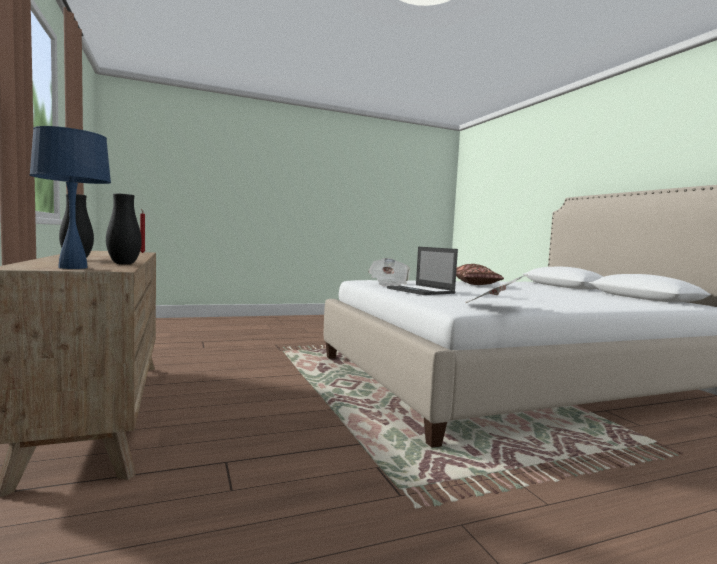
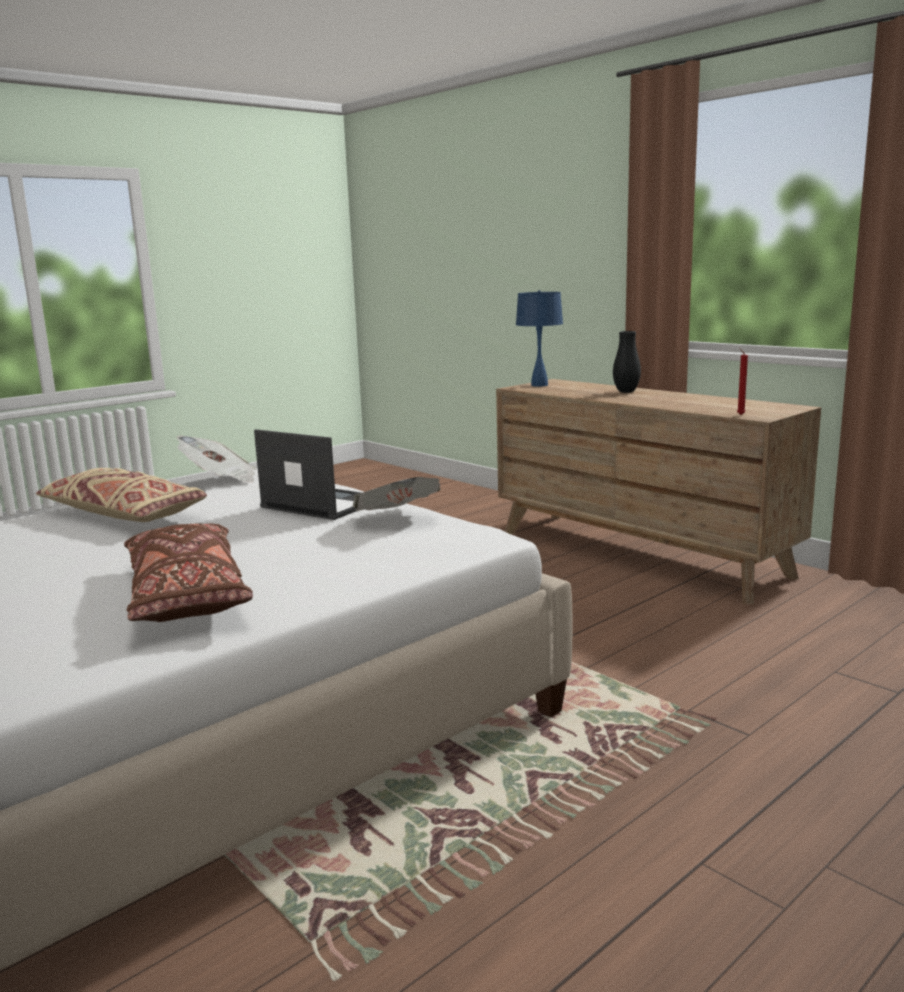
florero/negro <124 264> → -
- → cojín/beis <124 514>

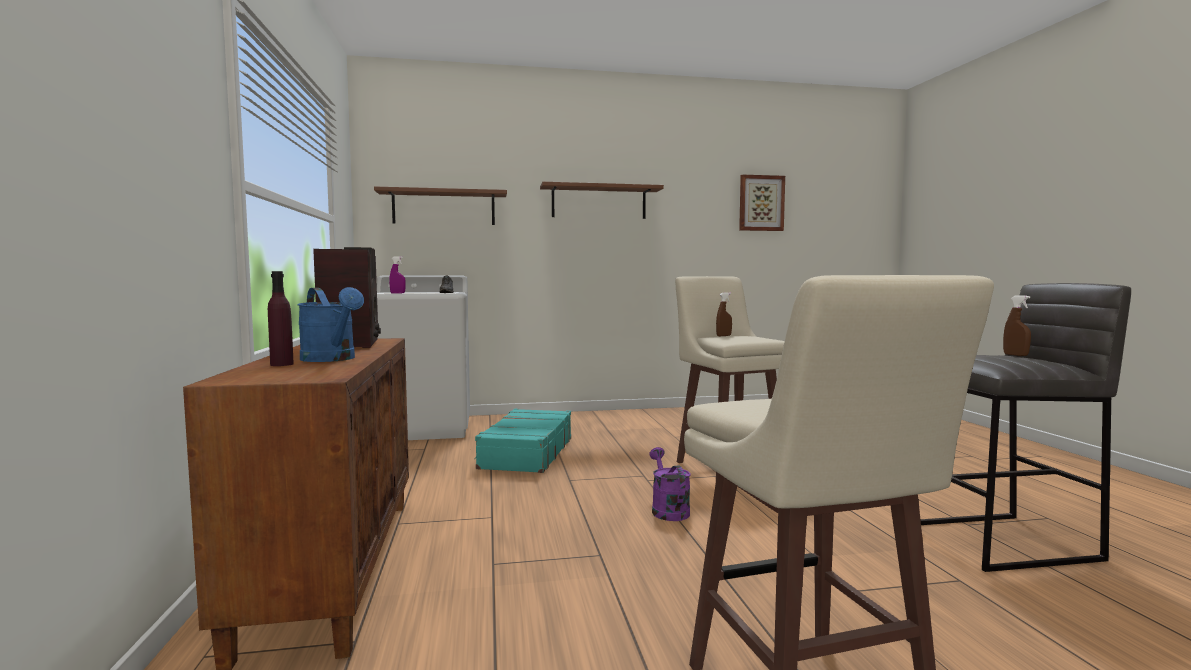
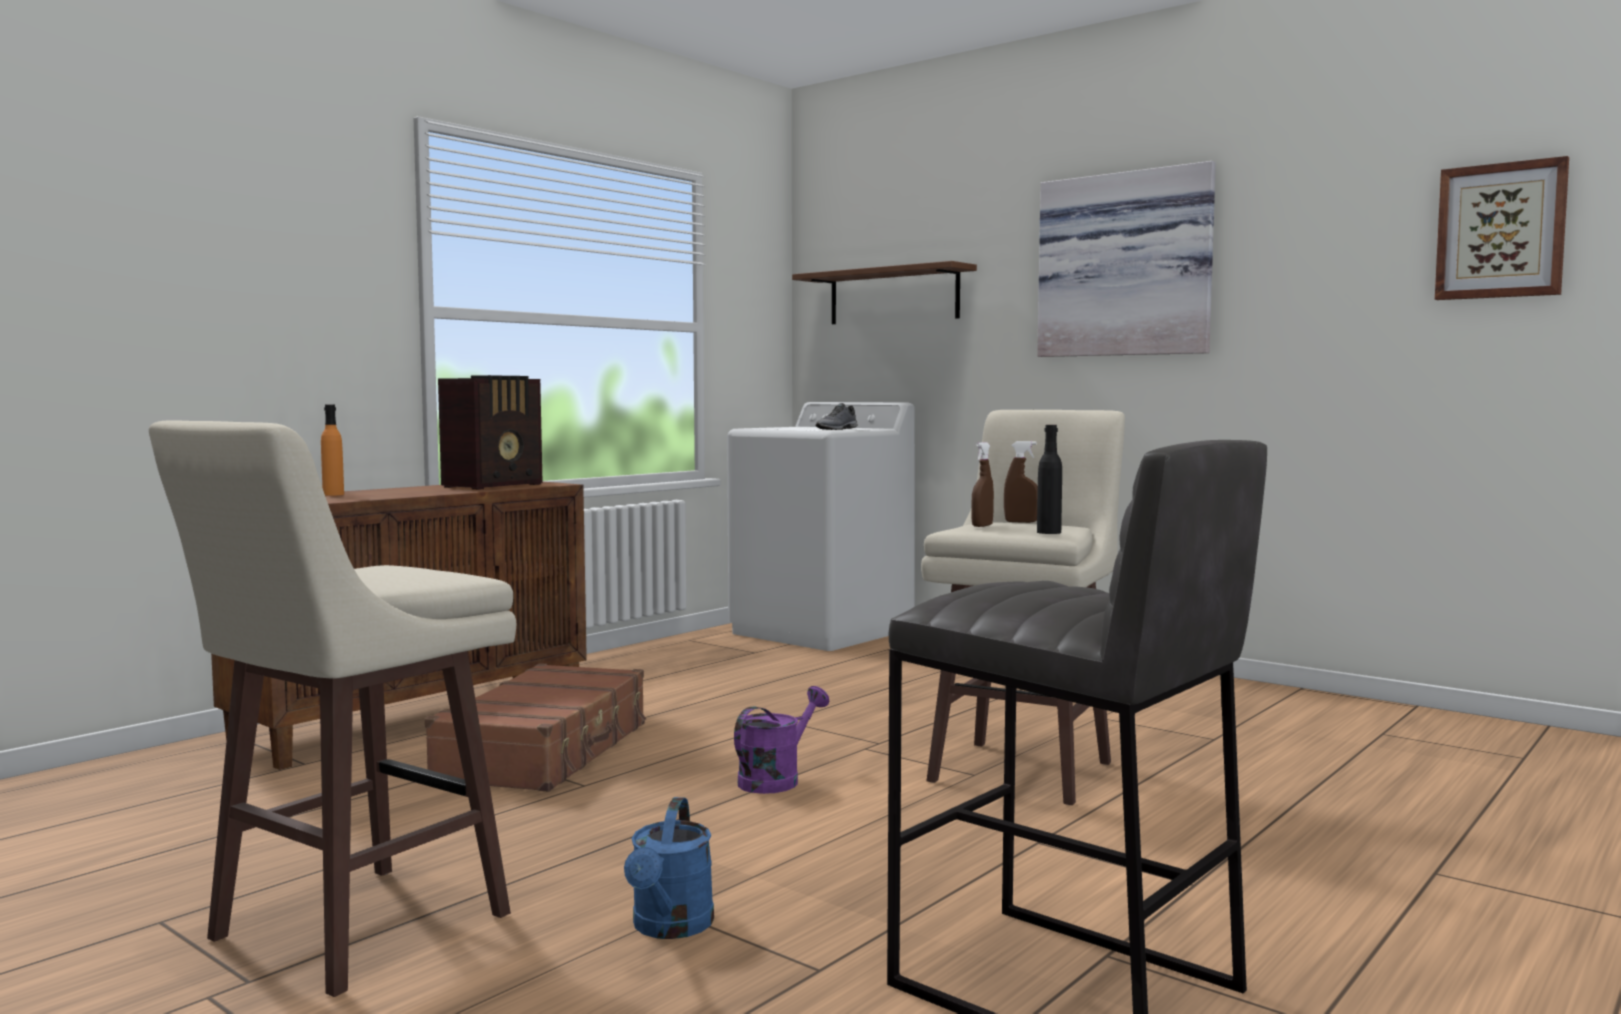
botella/morado <282 364> → botella/naranja <333 494>
regadera/azul <332 359> → regadera/azul <670 928>, move
pulverizador/morado <397 293> → -
maleta/turquesa <526 453> → -
estante/marrón <599 202> → cuadro <1126 265>
pulverizador/marrón <1015 355> → pulverizador/marrón <982 526>, move
- → maleta/marrón <546 751>
- → botella/negro <1049 532>

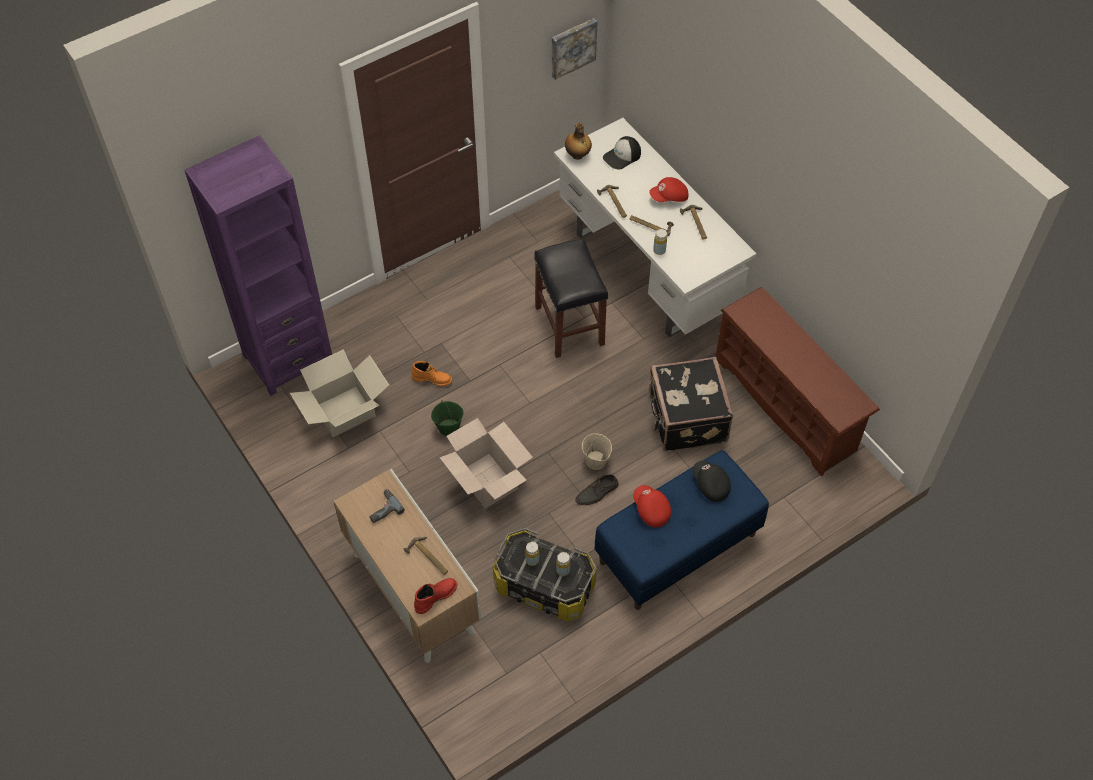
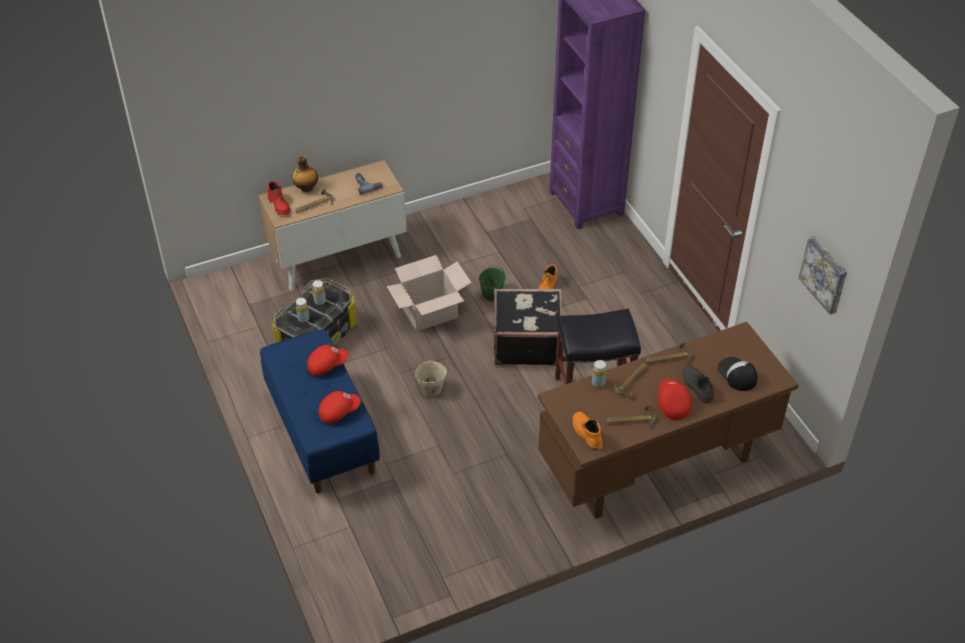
caja de cartón <344 411> → -
escritorio/blanco <647 271> → escritorio/marrón <656 466>
botella <577 155> → botella <306 188>, move
zapato/gris <597 493> → zapato/gris <696 386>, move
maleta/negro <685 419> → maleta/negro <526 343>, move
gorra/negro <710 485> → gorra/rojo <339 411>
zapatero/marrón <787 404> → -
- → bota/naranja <586 433>

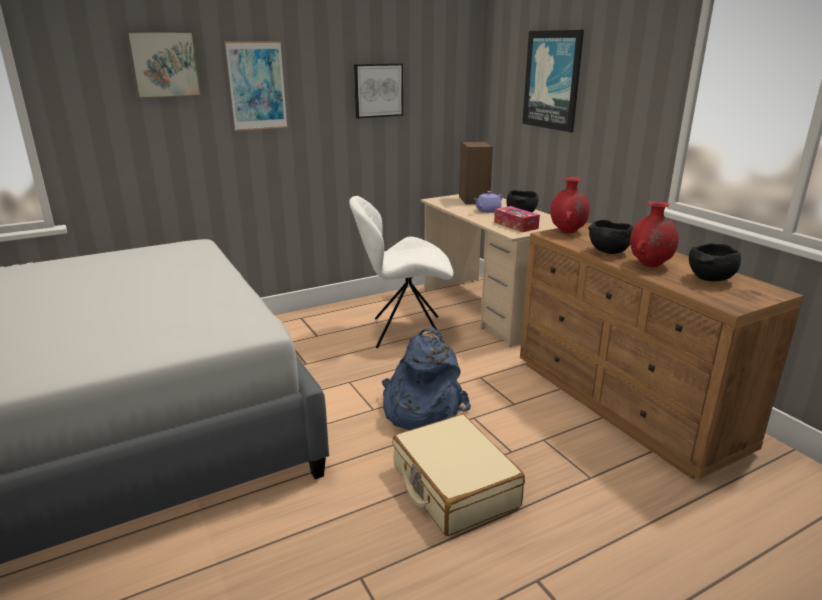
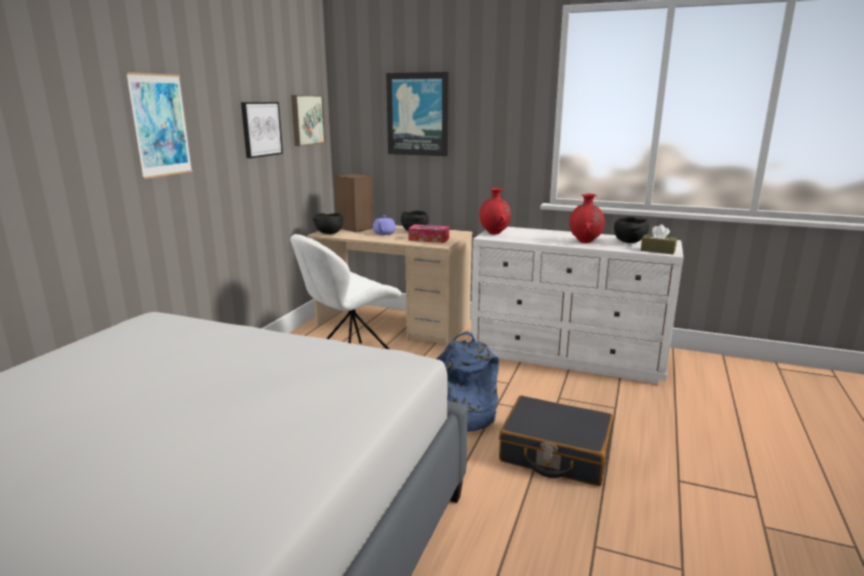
cuadro <164 64> → cuadro <306 120>, move
maleta/beis <454 486> → maleta/negro <555 453>
cómoda/marrón <625 404> → cómoda/blanco <568 356>
cuenco/negro <607 252> → cuenco/negro <329 233>, move
- → caja de pañuelos/marrón <657 250>

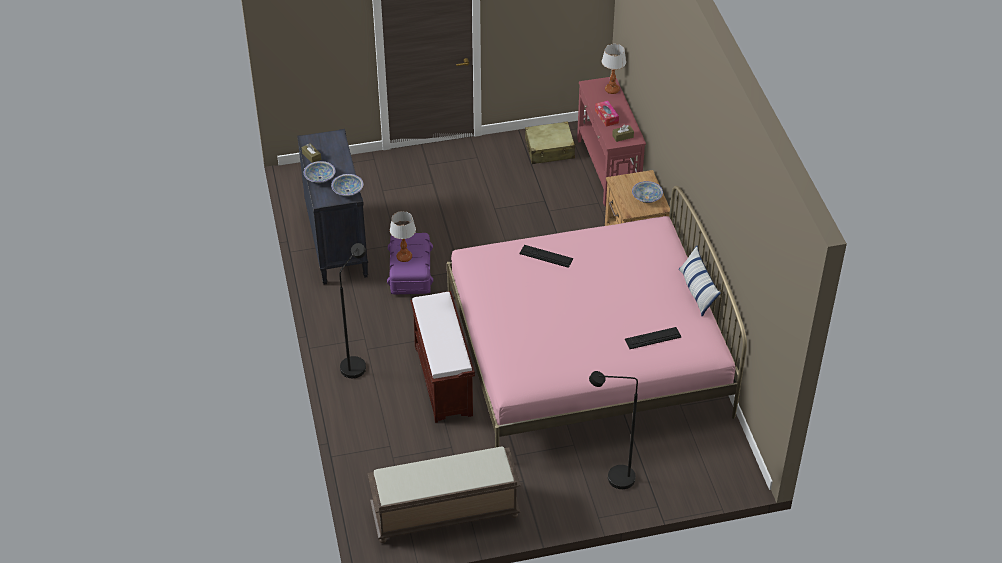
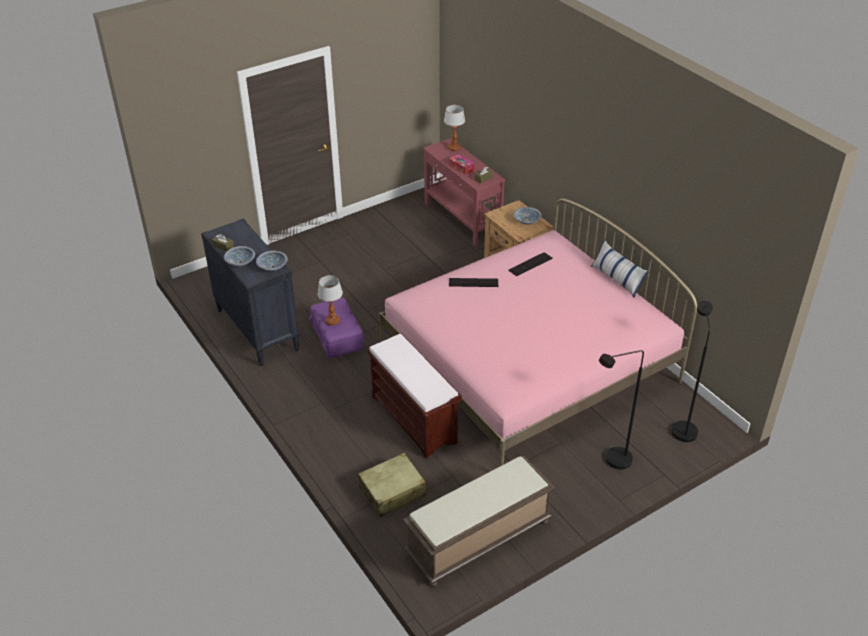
lámpara de pie/negro <356 363> → lámpara de pie/negro <683 427>, move
maleta/beis <550 150> → maleta/beis <393 491>, move
teclado <653 338> → teclado <530 264>, move

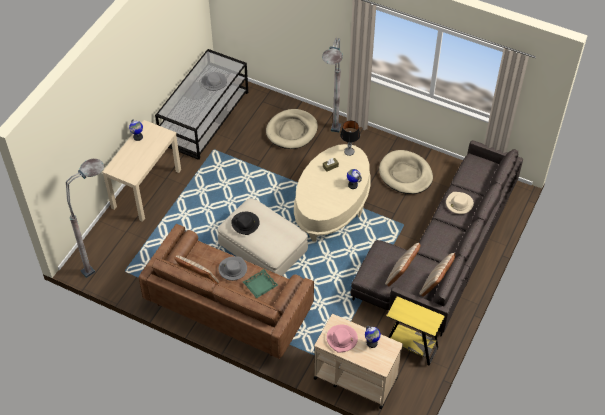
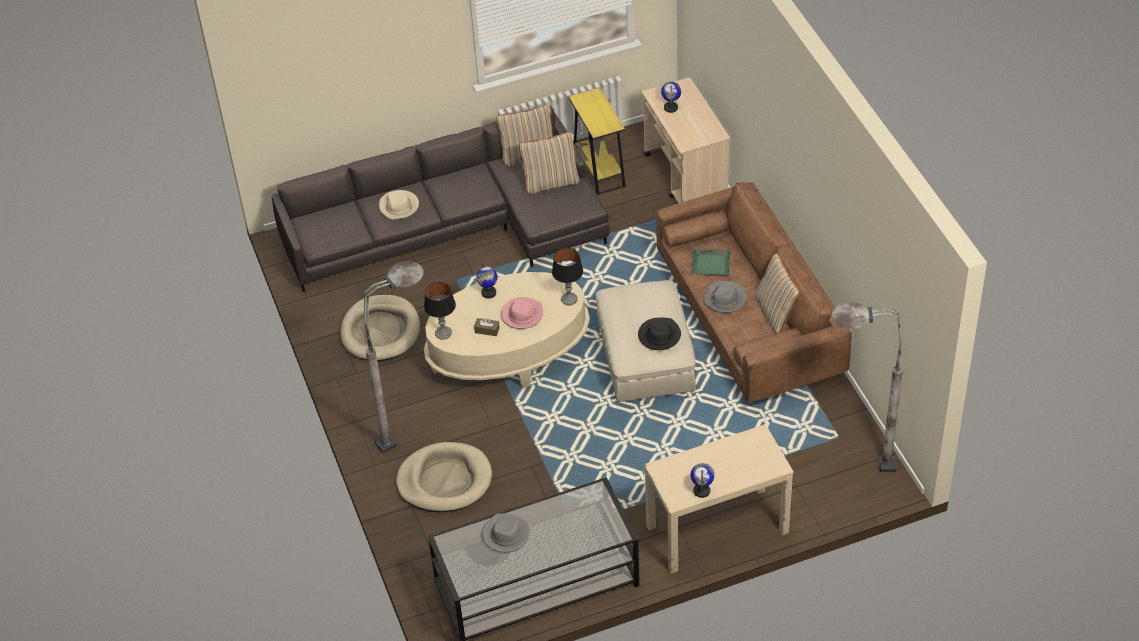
sombrero/rosa <342 339> → sombrero/rosa <522 315>, move
- → lámpara de mesa <569 299>

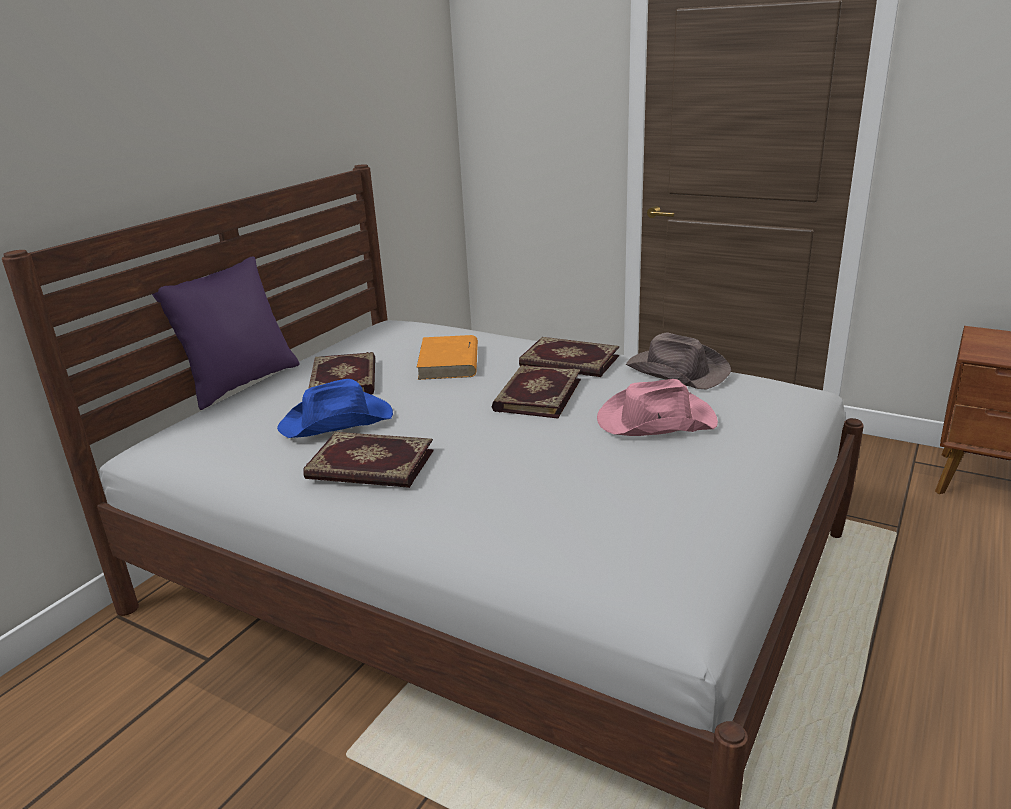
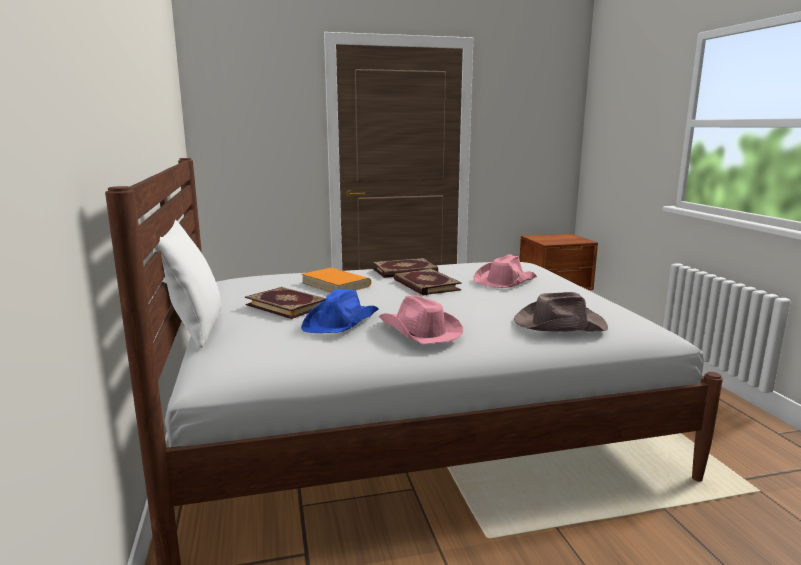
cojín/morado <240 383> → cojín/blanco <194 328>
libro <370 466> → sombrero/rosa <419 330>
sombrero/marrón <676 370> → sombrero/marrón <558 324>, move

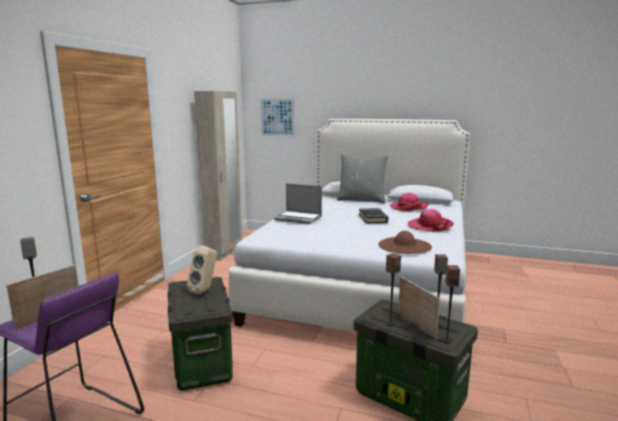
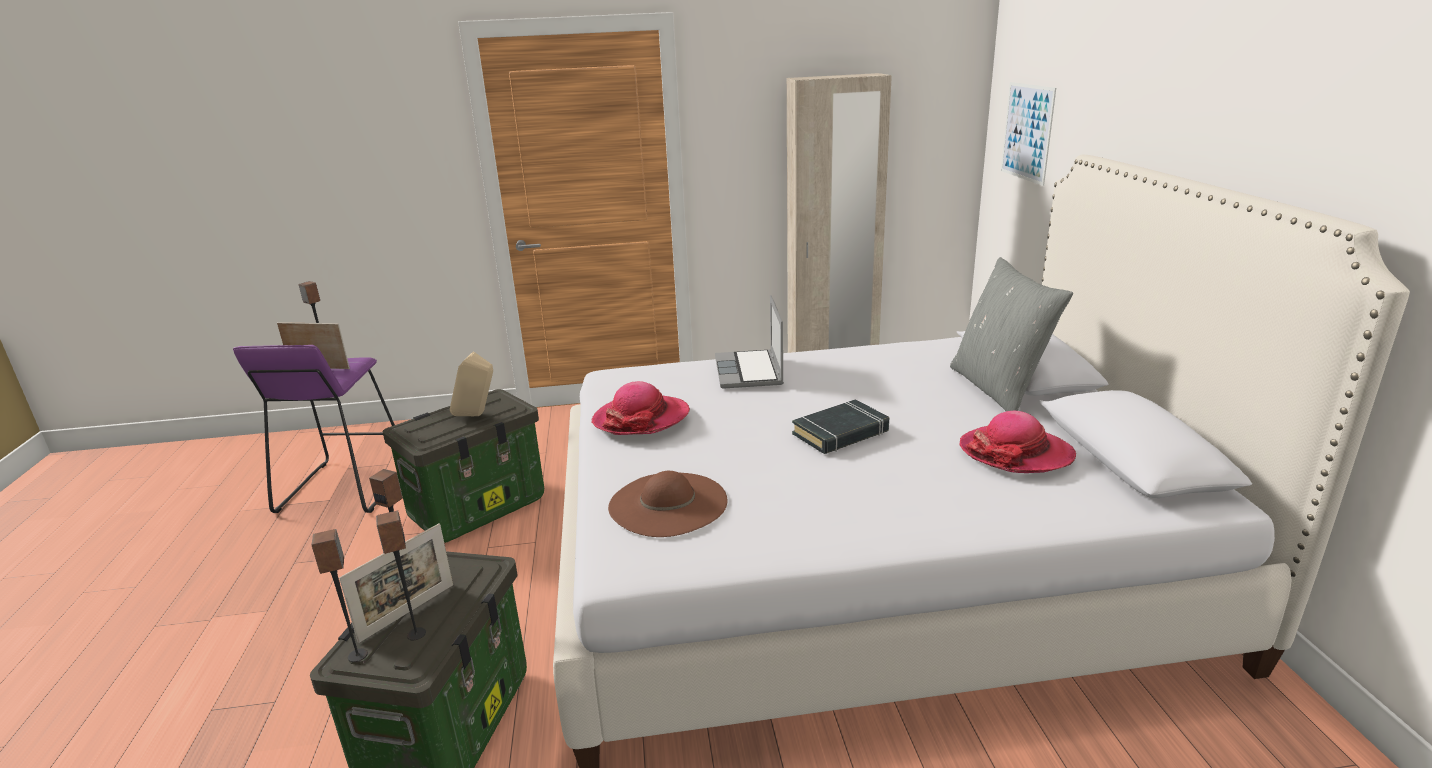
sombrero <429 226> → sombrero <641 419>, move

